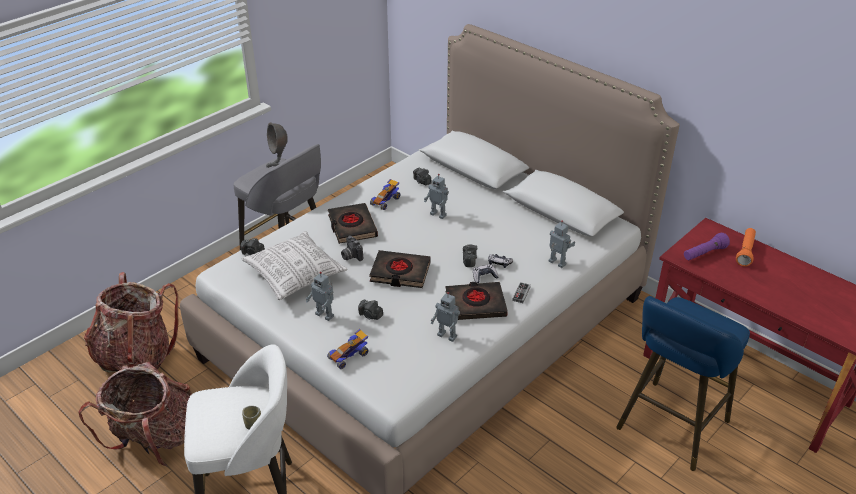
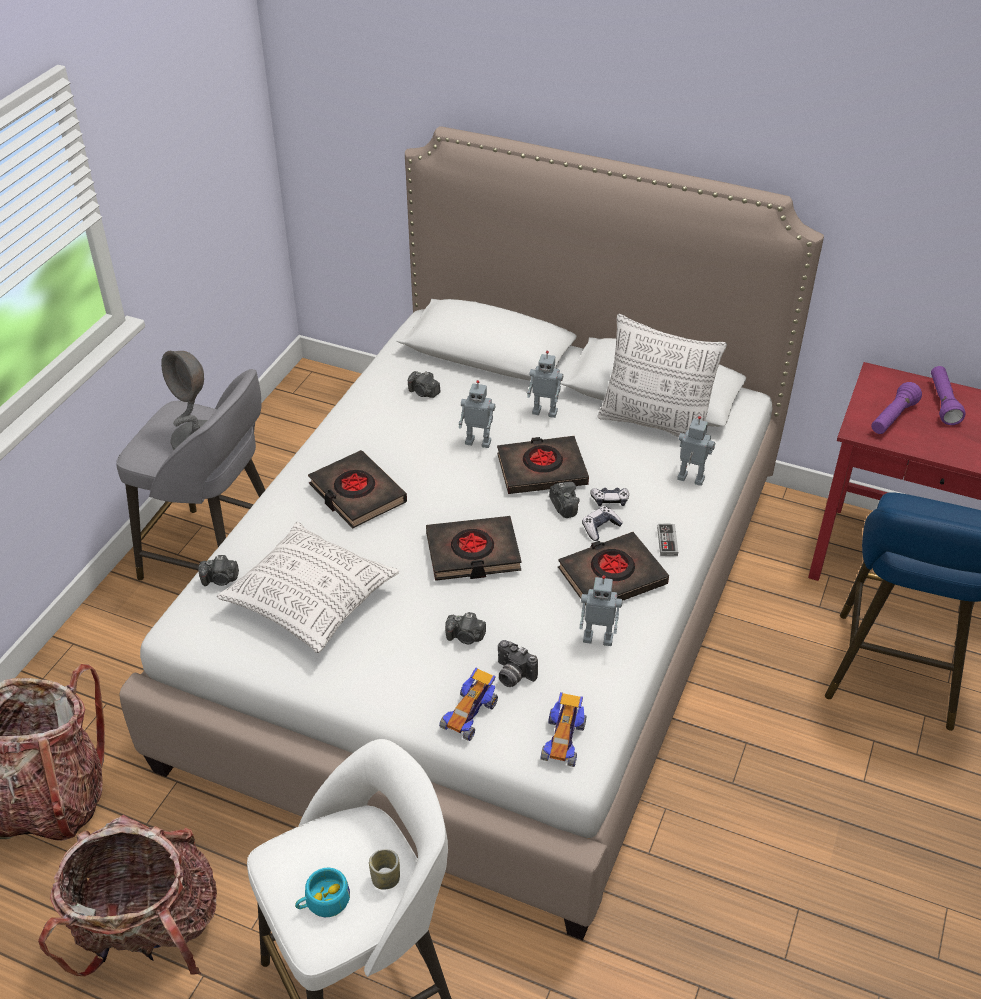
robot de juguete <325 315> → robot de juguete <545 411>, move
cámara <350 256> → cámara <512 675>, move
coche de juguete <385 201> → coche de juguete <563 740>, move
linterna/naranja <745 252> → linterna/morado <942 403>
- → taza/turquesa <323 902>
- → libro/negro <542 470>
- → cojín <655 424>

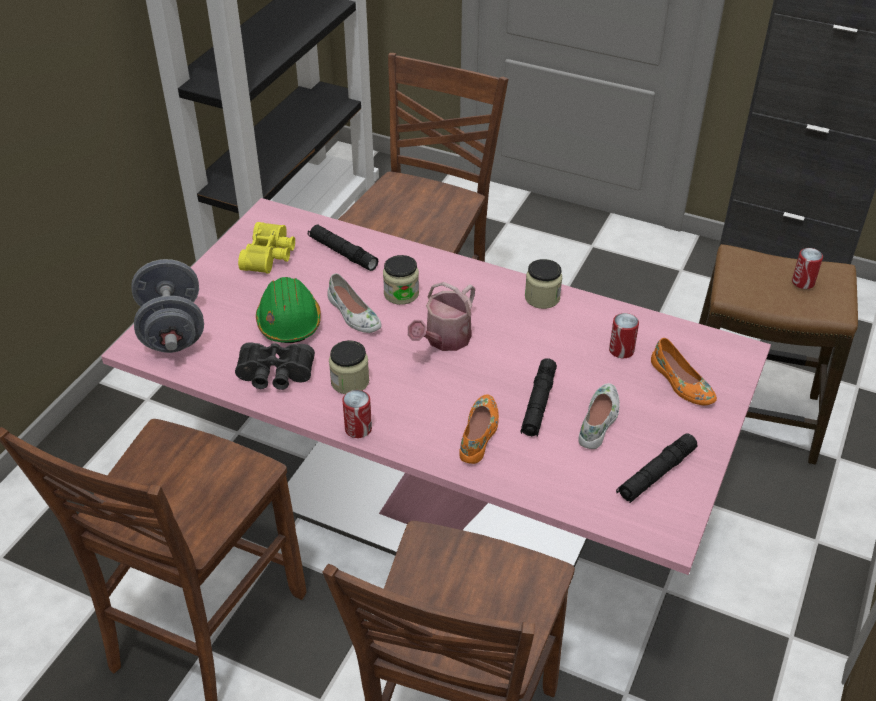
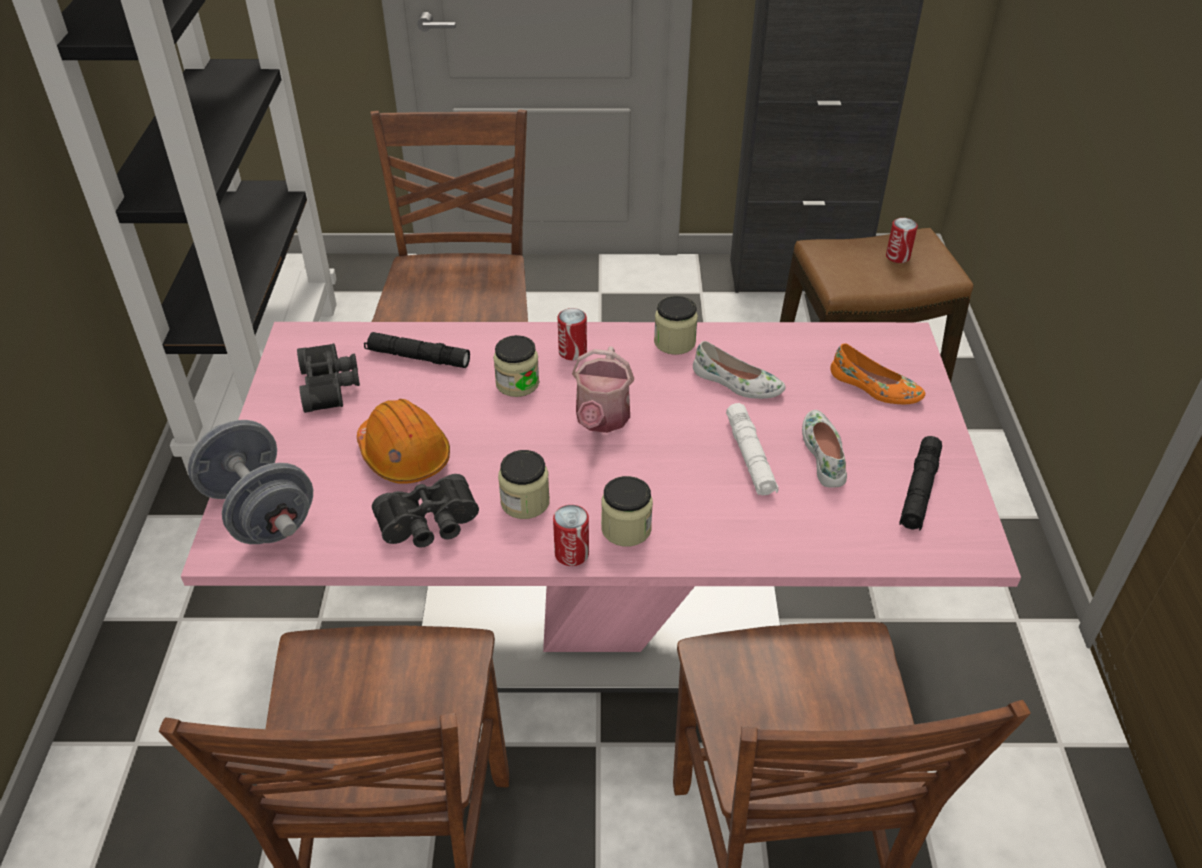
prismáticos/amarillo <271 256> → prismáticos/negro <331 385>
casco/verde <289 321> → casco/naranja <404 455>
zapato/blanco <353 314> → zapato/blanco <737 383>, move
zapato/naranja <479 434> → -
linterna/negro <538 404> → linterna/blanco <750 457>
lata <621 350> → lata <572 352>, move
- → tarro <626 528>

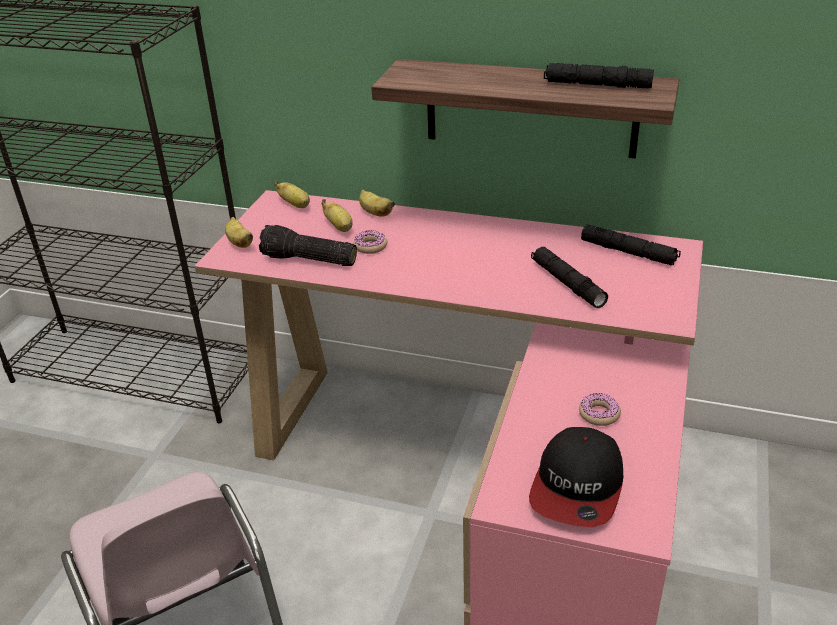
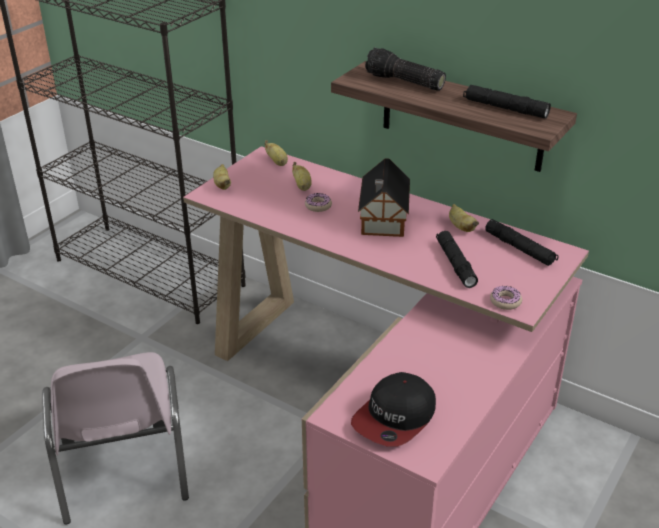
linterna <308 260> → linterna <403 82>, move
plátano <375 213> → plátano <460 227>, move
rosquilla <599 414> → rosquilla <505 301>, move
- → casita <382 220>

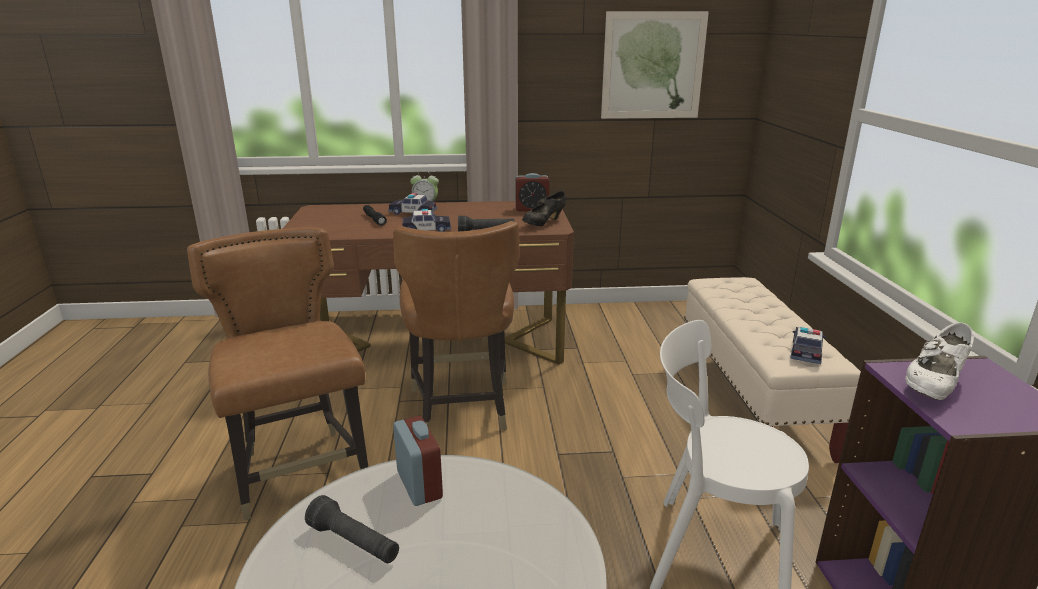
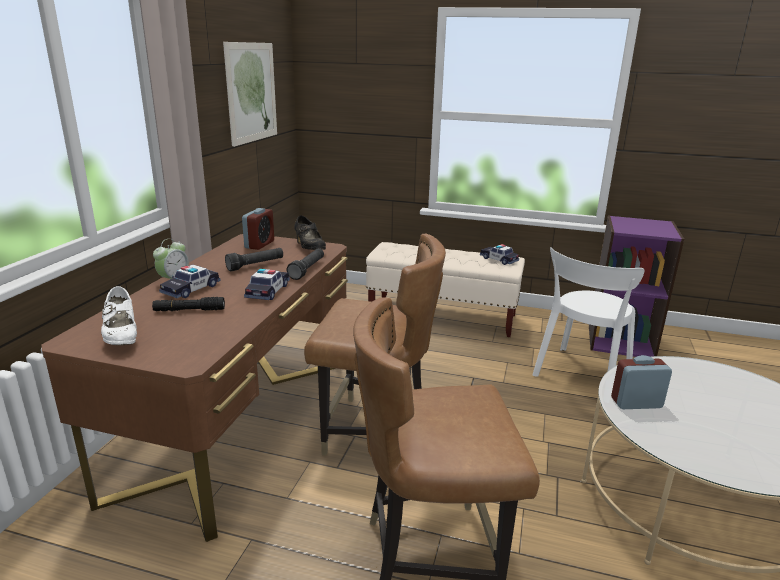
linterna/negro <354 543> → linterna/negro <256 265>, move
zapato/blanco <933 385> → zapato/blanco <122 336>, move

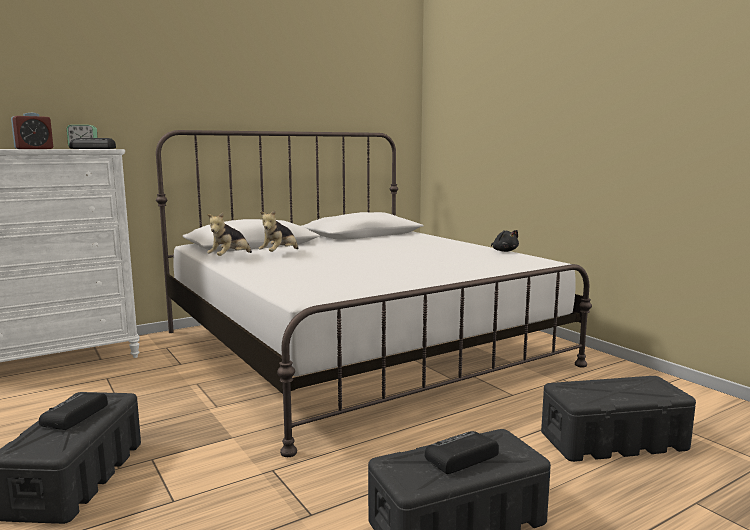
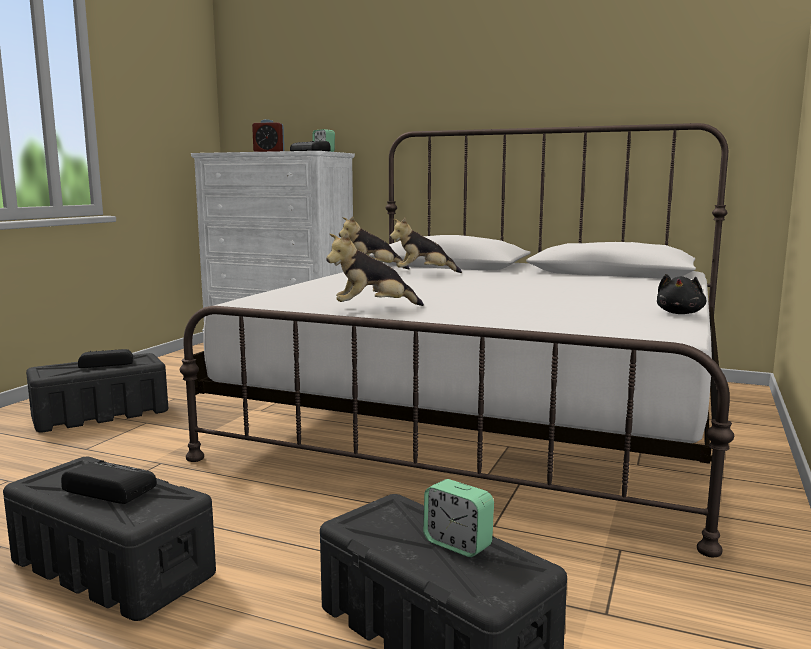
- → peluche <372 308>
- → despertador <457 544>

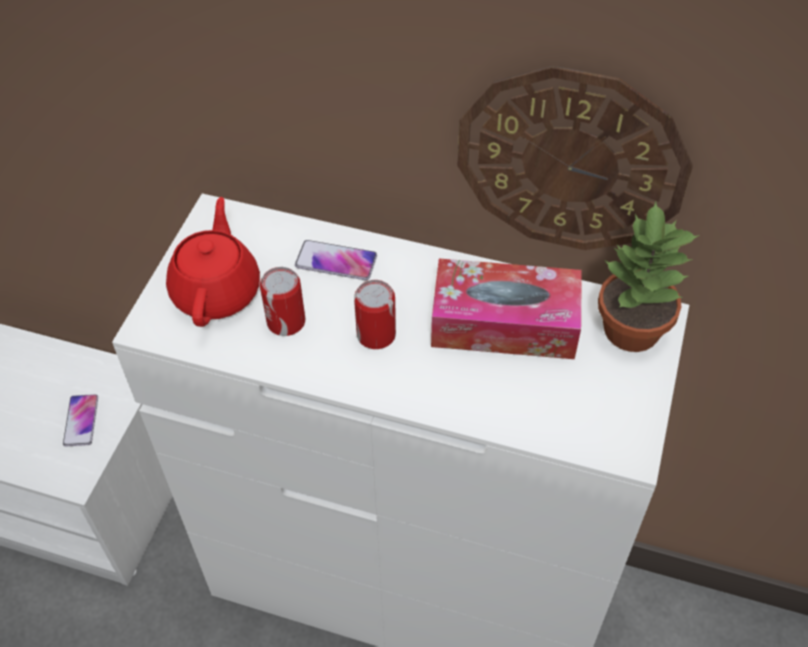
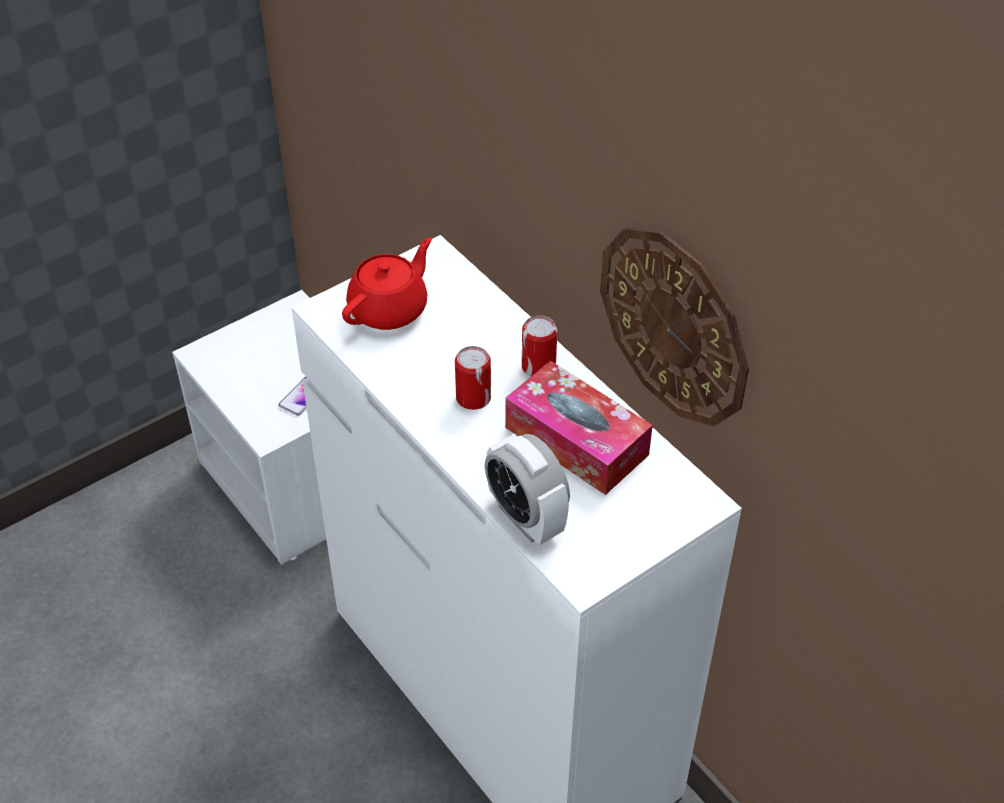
lata <286 322> → lata <538 367>, move
móvil <336 261> → -
planta en maceta <631 331> → -
- → despertador <526 518>

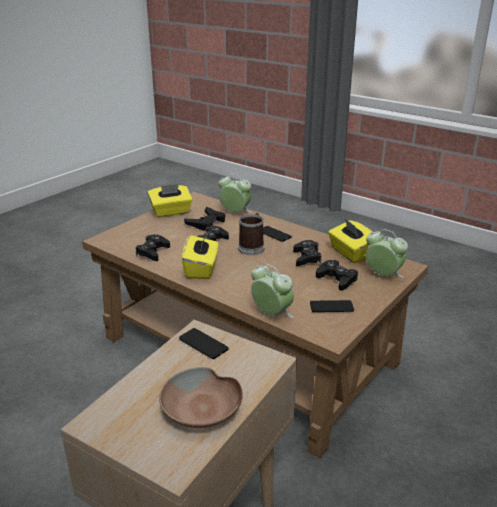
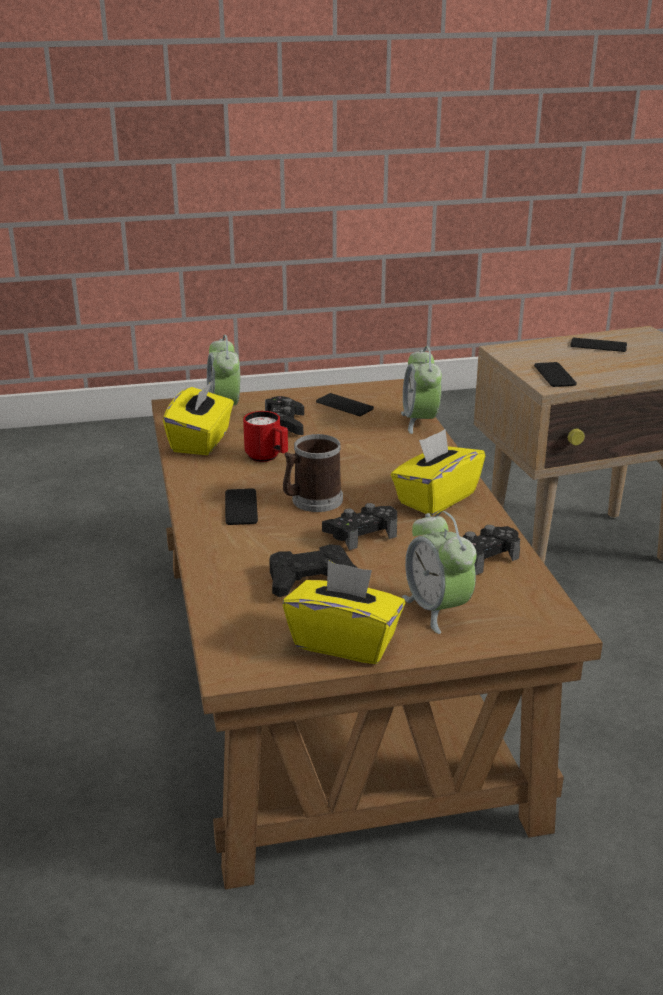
cuenco/marrón <202 409> → móvil <598 346>
despertador <235 212> → despertador <437 609>, move
mando de consola/negro <306 258> → taza grande/rojo <267 458>

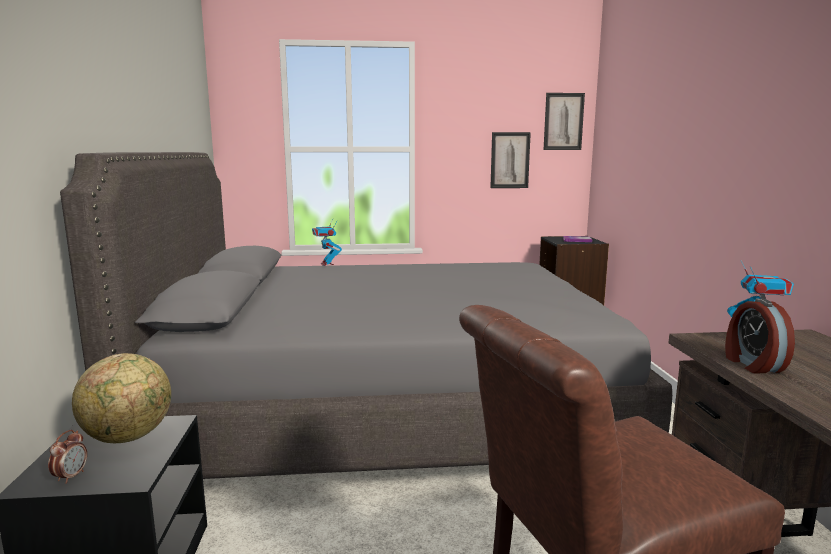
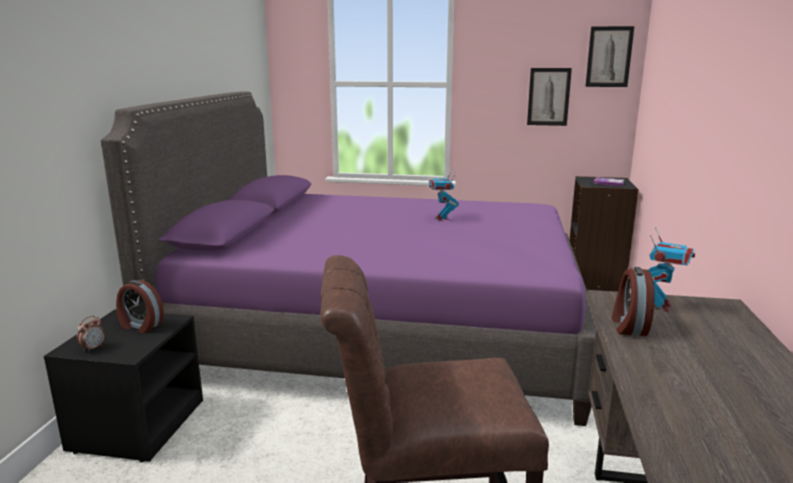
cama/gris <387 412> → cama/morado <381 332>
globo terráqueo <129 437> → despertador <140 326>
robot de juguete <327 264> → robot de juguete <442 218>, move

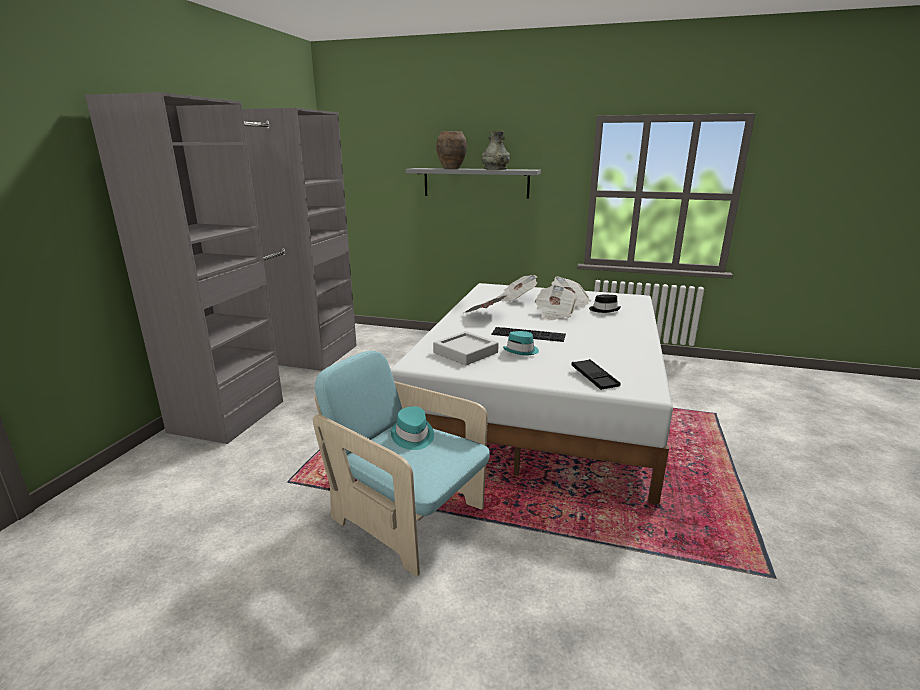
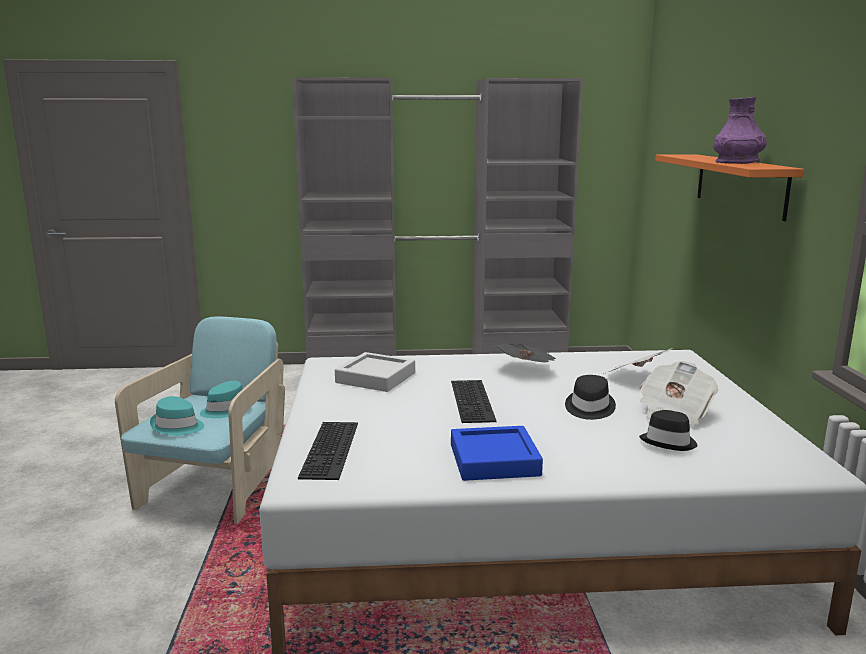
estante/gris <475 182> → estante/naranja <739 184>
florero/marrón <451 168> → -
florero/gris <495 169> → florero/morado <737 162>
sombrero/turquesa <521 350> → sombrero/turquesa <177 426>, move
periódico <554 314> → sombrero/negro <589 408>
bandeja/negro <594 378> → teclado <332 450>
- → bandeja/azul <494 460>

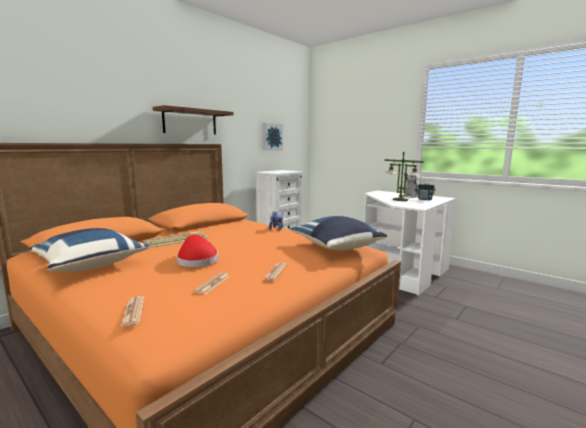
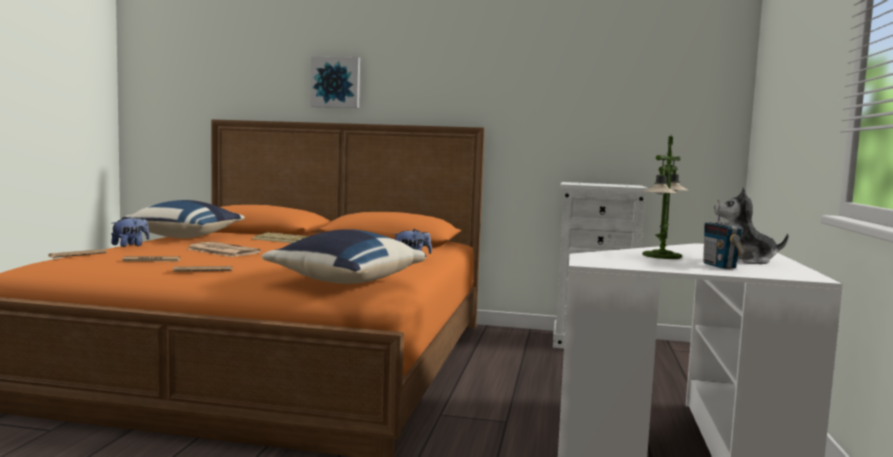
estante <190 122> → -
sombrero/rojo <197 260> → periódico <222 251>
cuadro <272 136> → cuadro <336 82>, move
- → peluche <130 245>

